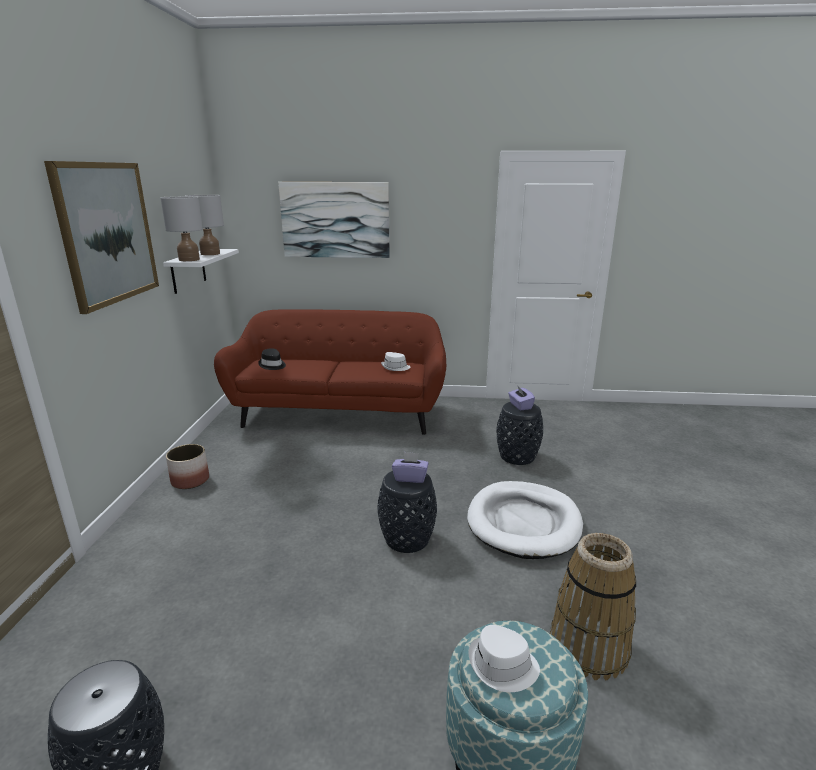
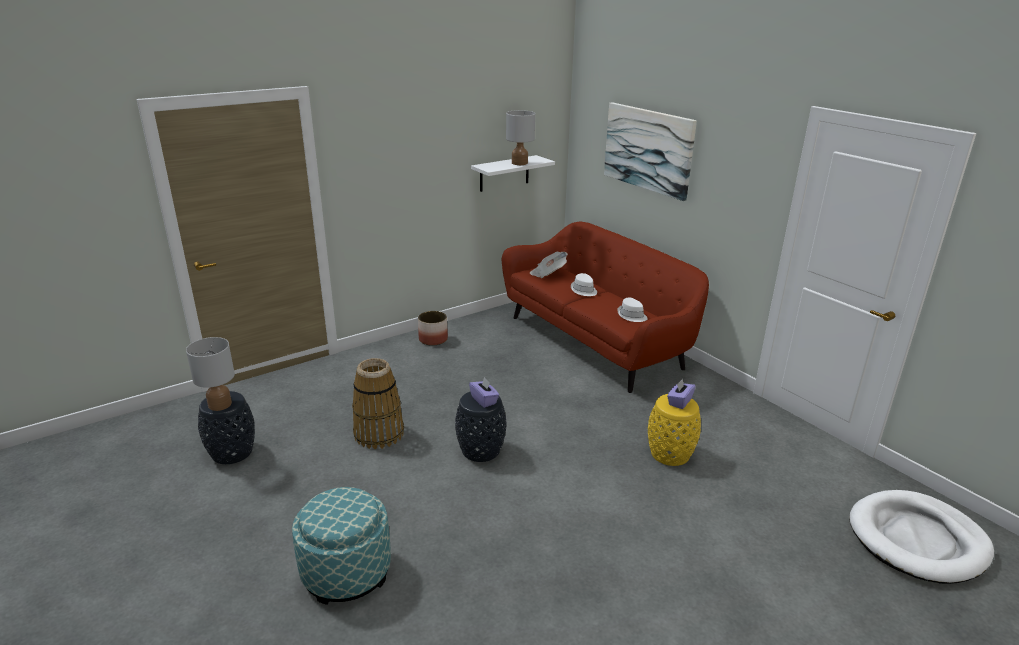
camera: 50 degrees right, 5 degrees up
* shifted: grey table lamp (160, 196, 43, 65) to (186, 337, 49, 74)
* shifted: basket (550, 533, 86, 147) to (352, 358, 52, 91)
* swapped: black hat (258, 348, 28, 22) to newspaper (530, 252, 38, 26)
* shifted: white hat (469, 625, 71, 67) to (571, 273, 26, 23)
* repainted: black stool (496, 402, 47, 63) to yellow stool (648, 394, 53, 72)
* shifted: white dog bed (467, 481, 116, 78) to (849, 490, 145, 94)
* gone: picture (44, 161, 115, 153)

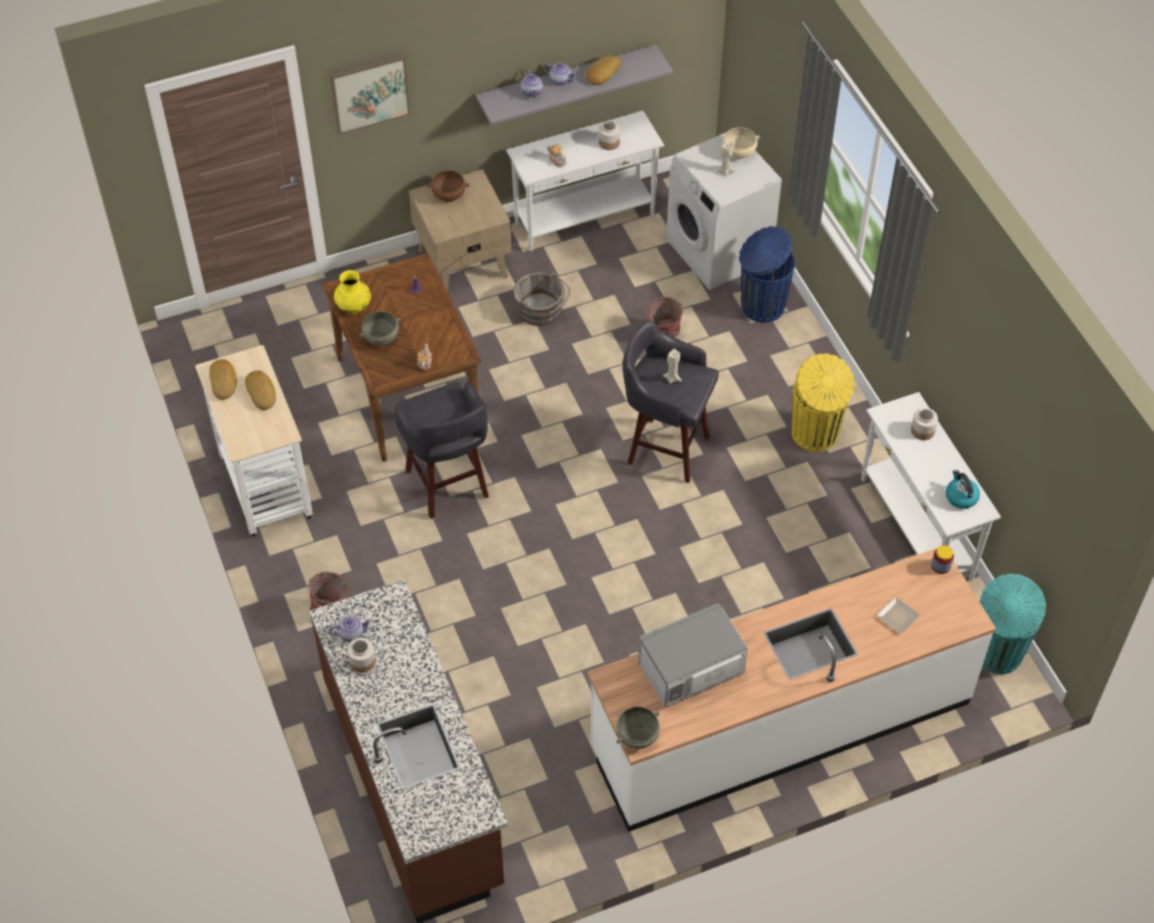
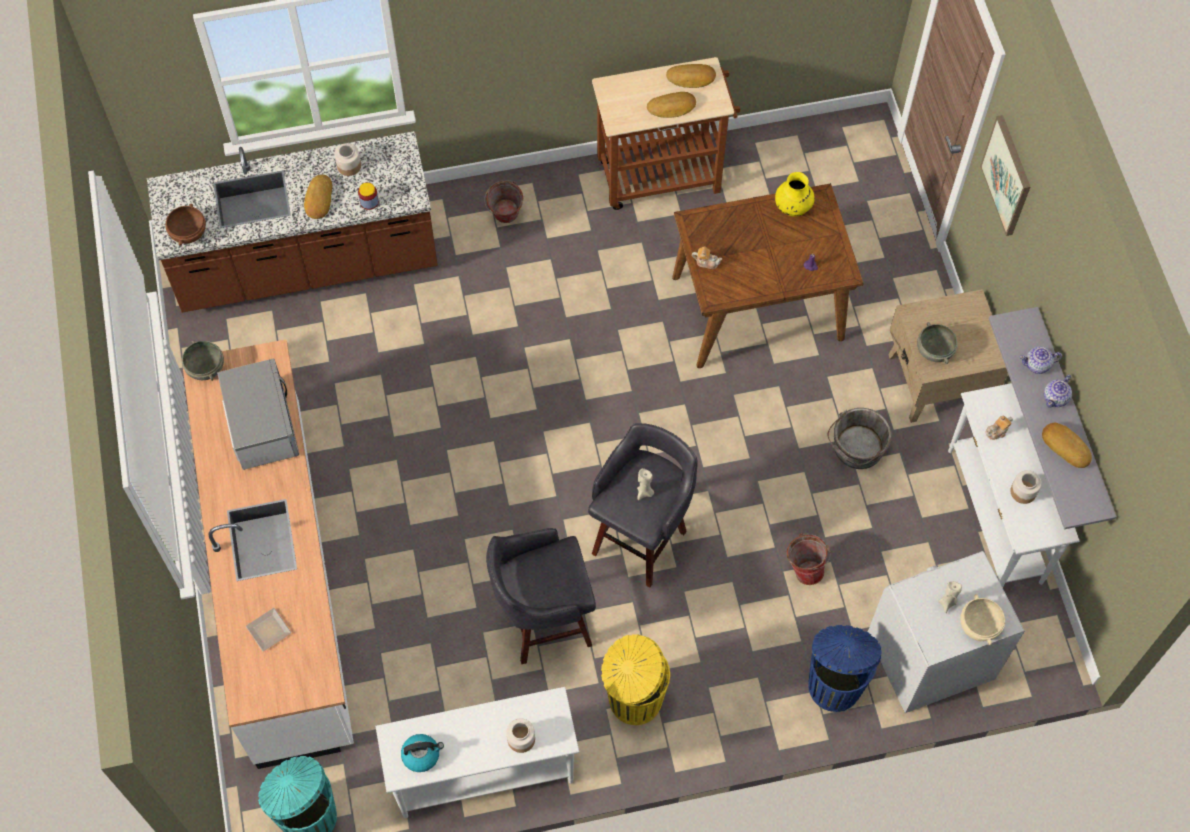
camera: 100 degrees right, 10 degrees up
* shifted: brown bowl (427, 170, 42, 32) to (165, 204, 41, 42)
* new: bread (304, 175, 28, 44)
* shifted: jar (931, 545, 23, 29) to (358, 182, 21, 28)
* shifted: grey stool (395, 381, 94, 138) to (486, 528, 110, 136)
* repainted: white cart (195, 345, 118, 192) to brown cart (592, 57, 148, 153)
* shifted: grey bowl (359, 311, 42, 35) to (917, 322, 41, 42)
* gone: teapot (329, 616, 43, 26)

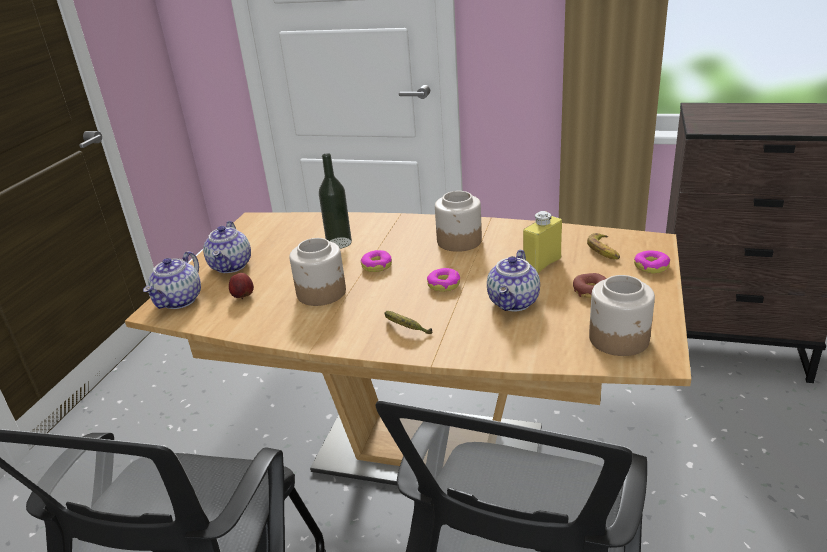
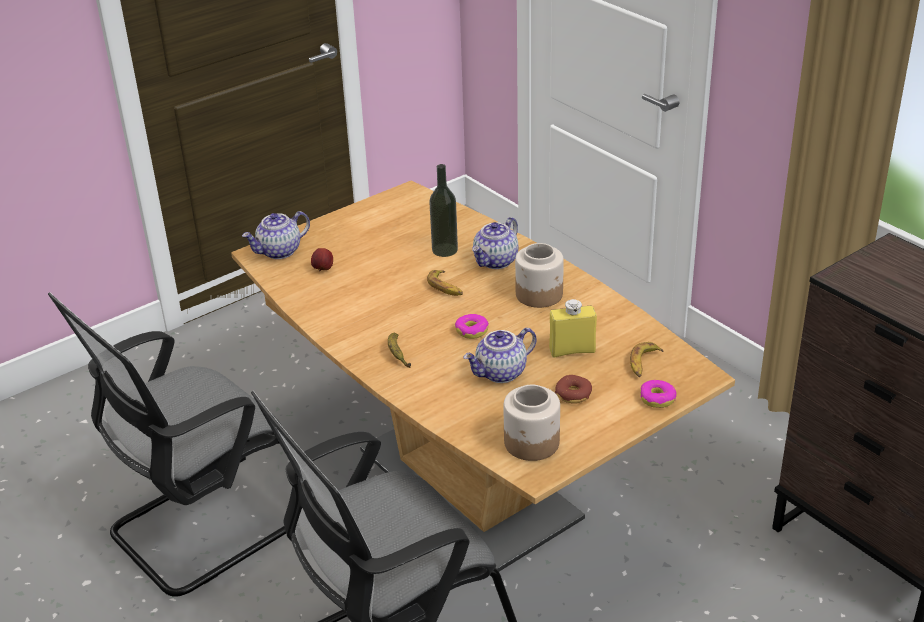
camera: 35 degrees right, 5 degrees up
* swapped: donut (361, 250, 31, 22) to banana (427, 270, 36, 26)
* shifted: teapot (203, 221, 48, 52) to (472, 217, 46, 52)
* gone: jar (289, 238, 57, 68)

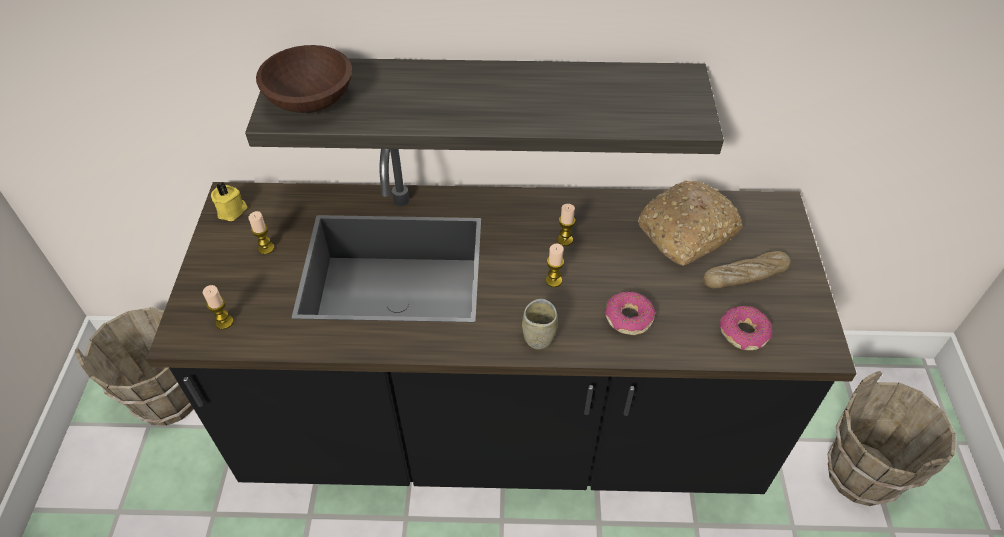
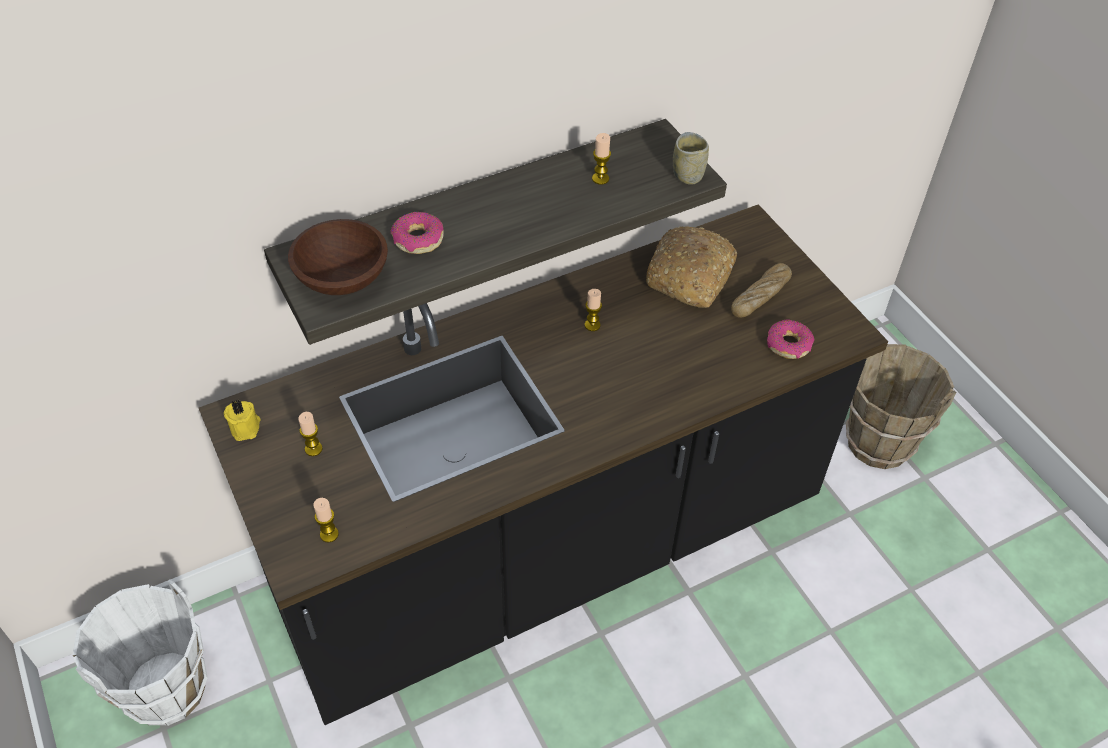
camera: 30 degrees left, 0 degrees up
* repainted: brown bucket (75, 307, 119, 119) to white bucket (72, 580, 136, 146)
* shifted: donut (605, 292, 50, 43) to (391, 212, 53, 42)
* shifted: candle (546, 244, 18, 43) to (592, 133, 19, 52)
* shifted: cup (522, 299, 36, 50) to (673, 132, 36, 53)

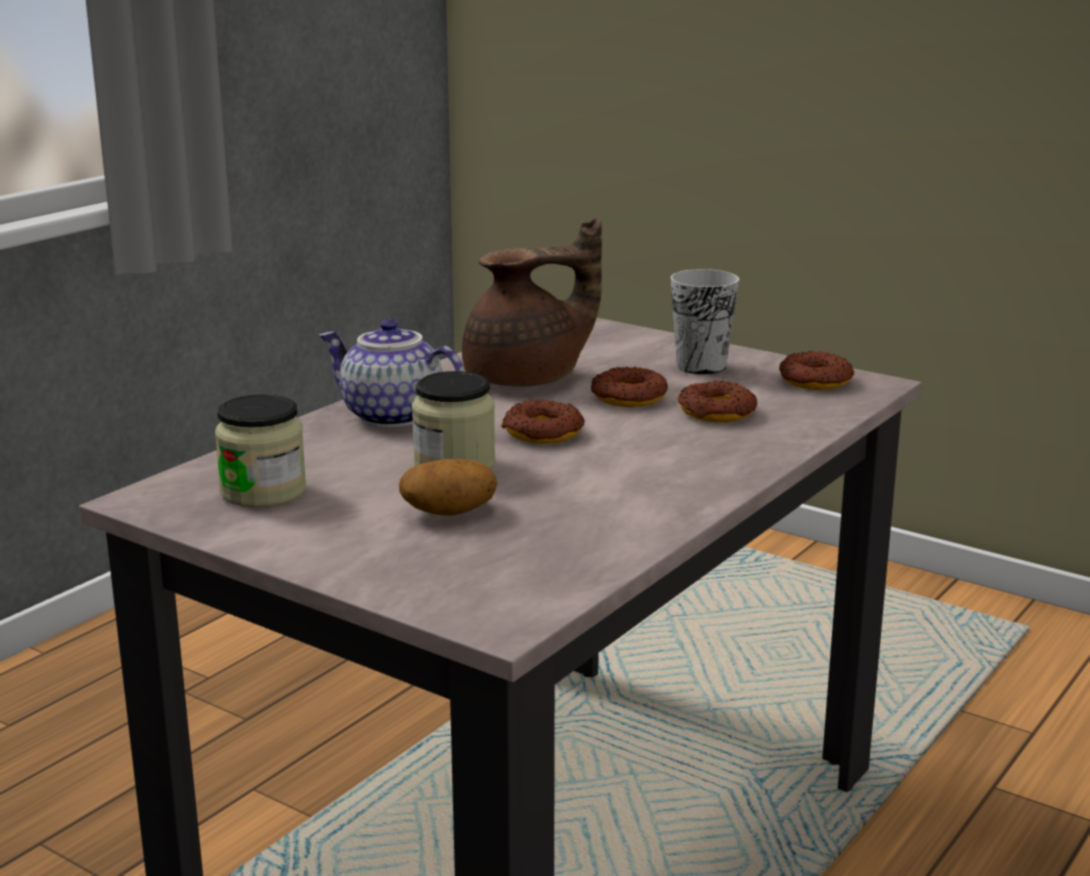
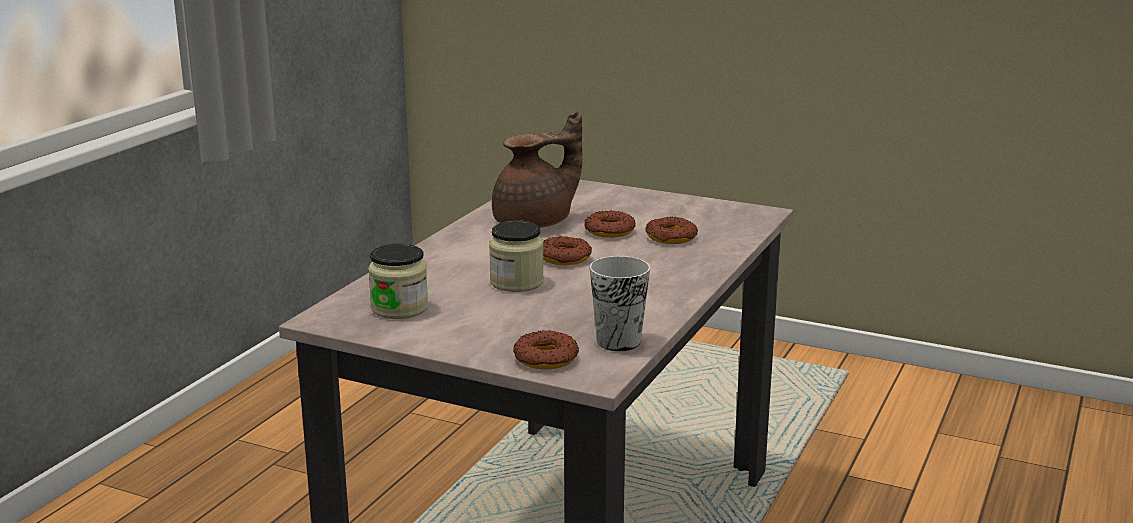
camera: 10 degrees left, 0 degrees up
* shifted: donut (779, 351, 75, 39) to (513, 330, 66, 40)
* shifted: cup (670, 269, 69, 105) to (590, 256, 60, 95)
* gone: teapot (319, 319, 146, 109)
* gone: potato (399, 459, 98, 57)

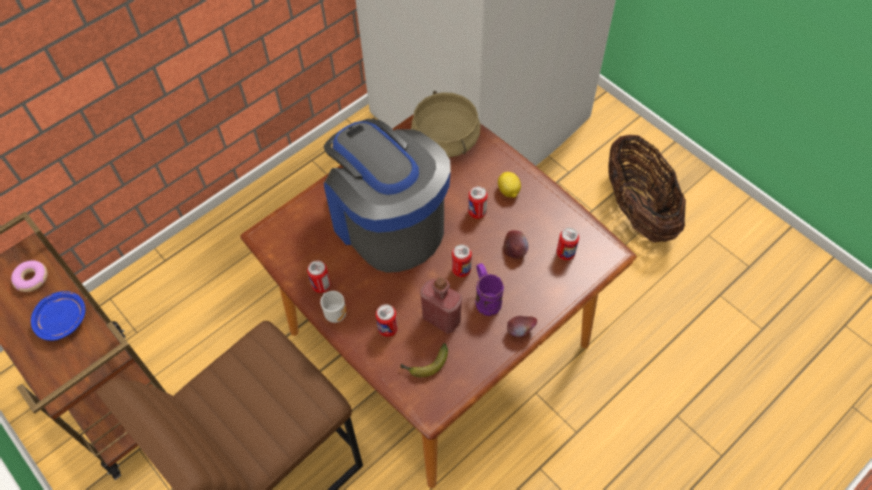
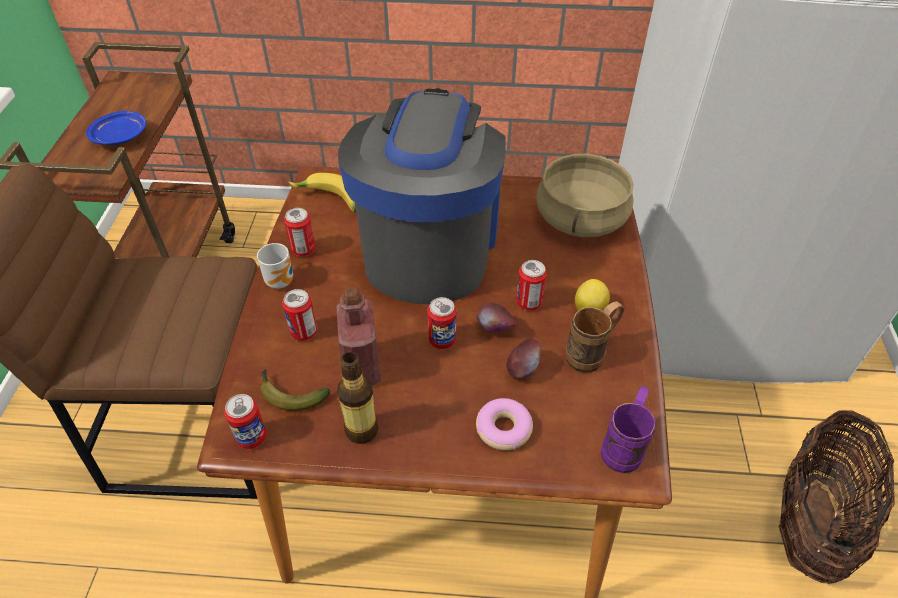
camera: 45 degrees right, 10 degrees down
* shifted: can (556, 228, 23, 32) to (224, 394, 43, 55)
* new: banana (288, 173, 68, 40)
* new: bottle (337, 352, 41, 92)
* shifted: donut (11, 260, 37, 32) to (476, 398, 57, 53)
* shifted: apple (507, 316, 30, 21) to (477, 302, 42, 30)
* new: brown mug (565, 301, 59, 72)
* shifted: purple mug (476, 263, 28, 53) to (601, 386, 55, 87)

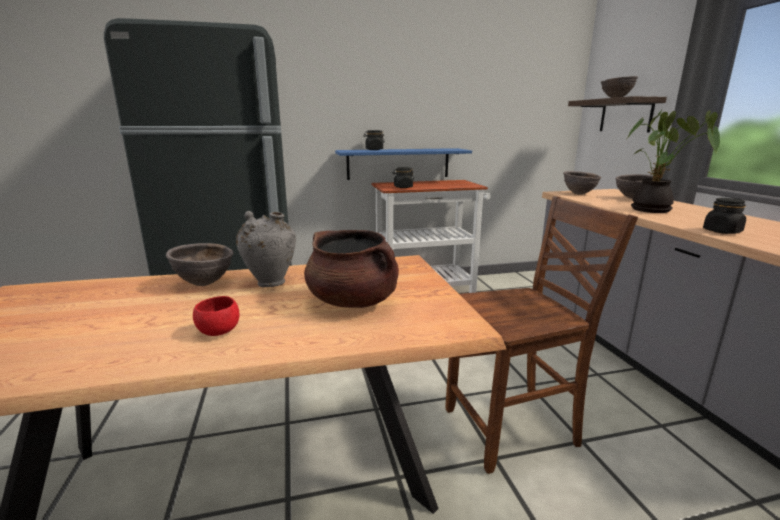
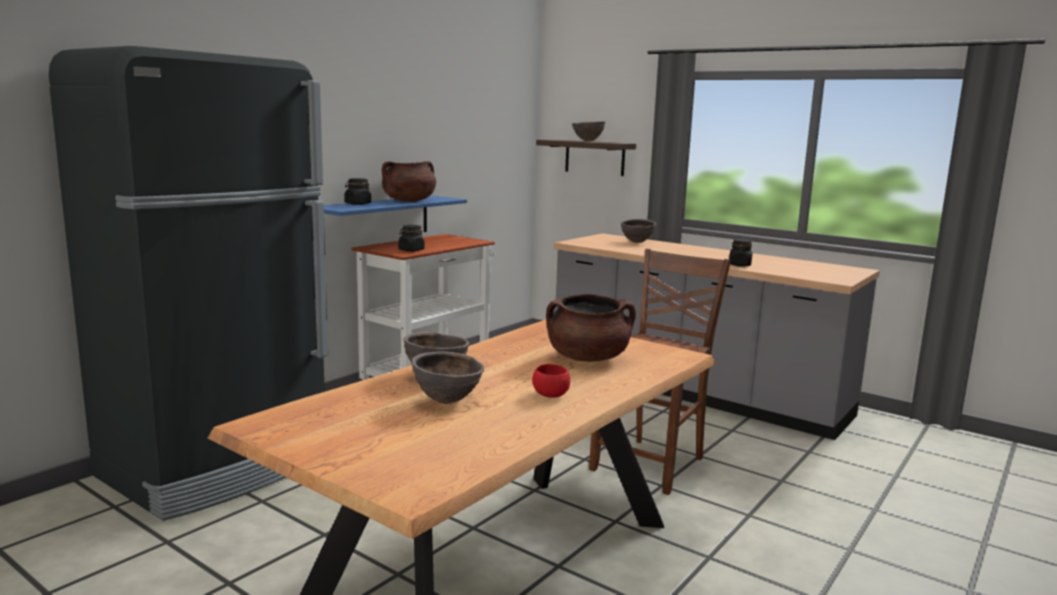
camera: 40 degrees left, 5 degrees down
* new: brown cooking pot (382, 161, 54, 41)
* shifted: brown bowl (563, 171, 38, 24) to (411, 351, 73, 53)
* gone: grey vase (236, 211, 61, 76)
* gone: potted plant (628, 110, 92, 103)

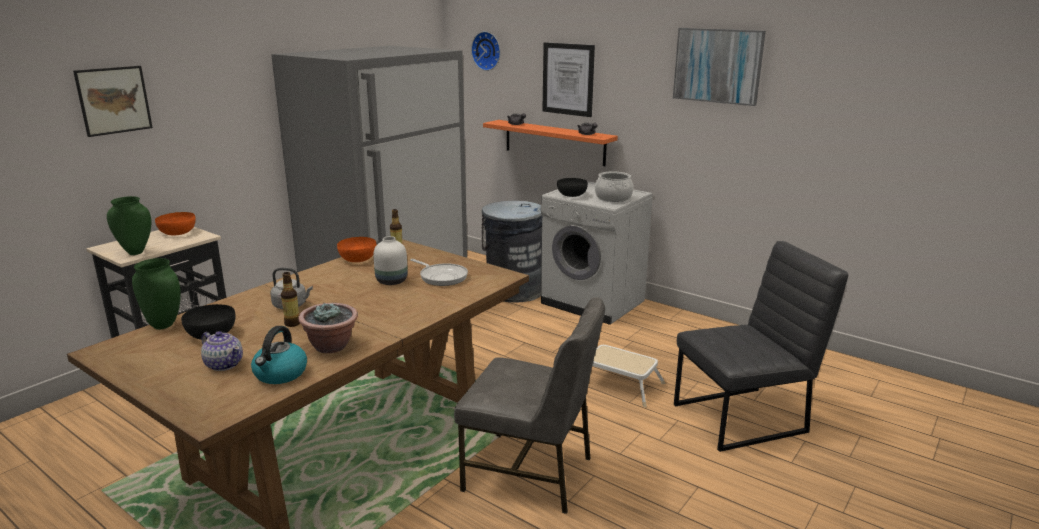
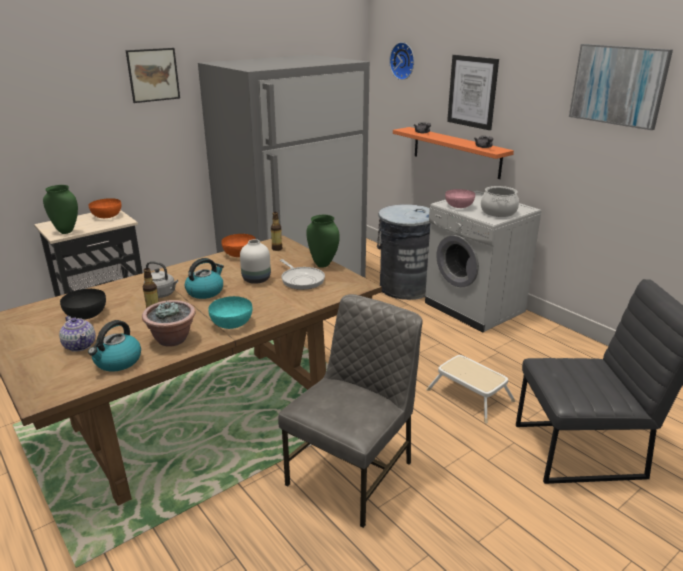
camera: 15 degrees right, 5 degrees up
* shifted: picture (73, 66, 80, 71) to (126, 48, 54, 55)
* new: kettle (185, 258, 39, 41)
* new: turquoise bowl (208, 296, 45, 33)
* rotated: grey chair (454, 297, 151, 217) = (278, 294, 144, 234) 90 degrees counterclockwise
* shifted: green vase (132, 258, 49, 72) to (306, 215, 34, 53)
* repainted: black bowl (557, 178, 31, 19) to pink bowl (445, 189, 30, 19)

